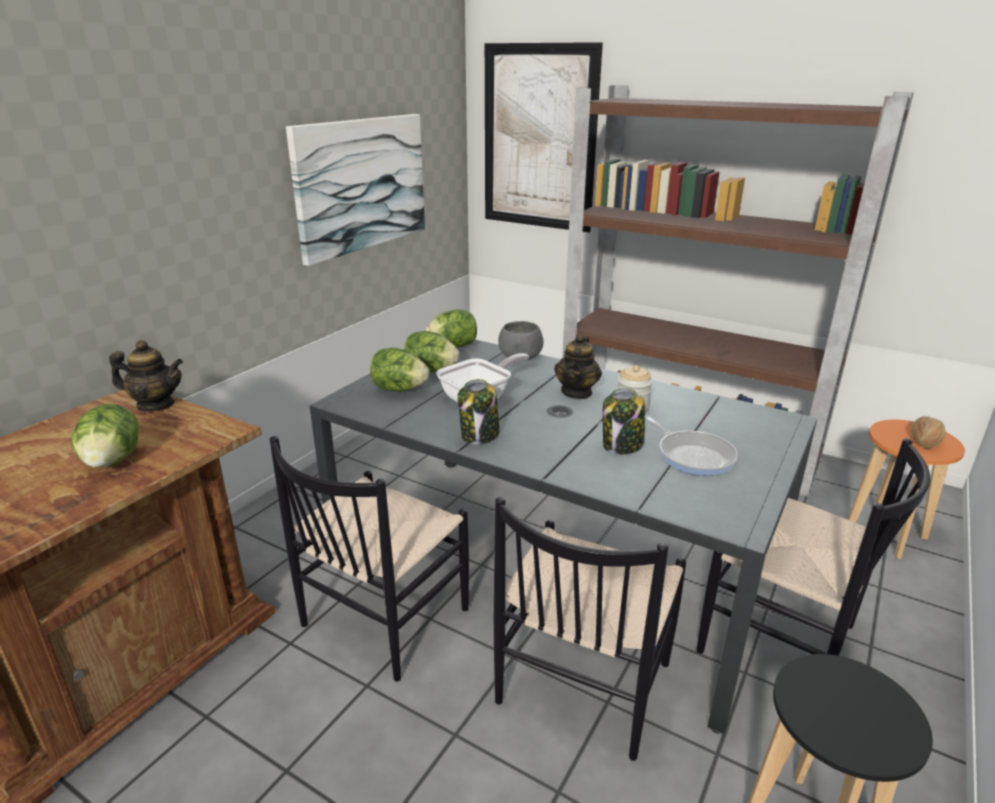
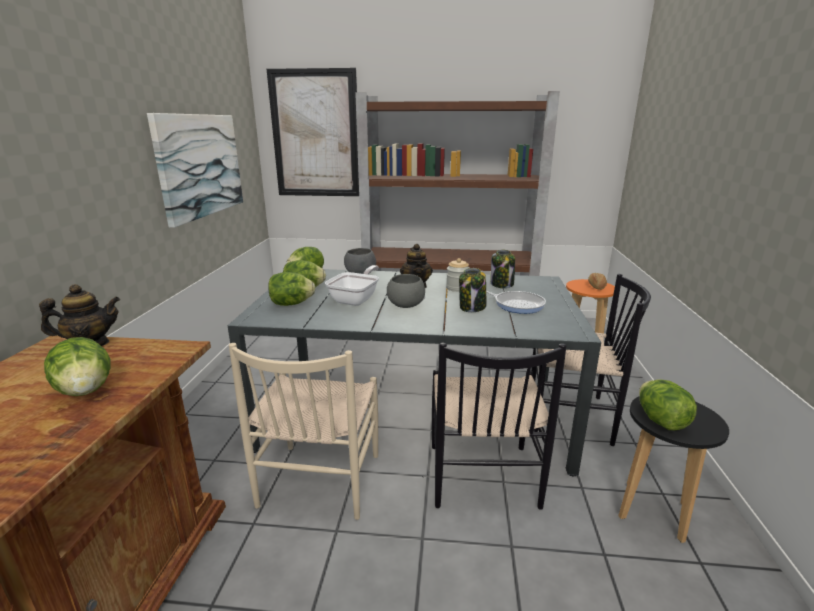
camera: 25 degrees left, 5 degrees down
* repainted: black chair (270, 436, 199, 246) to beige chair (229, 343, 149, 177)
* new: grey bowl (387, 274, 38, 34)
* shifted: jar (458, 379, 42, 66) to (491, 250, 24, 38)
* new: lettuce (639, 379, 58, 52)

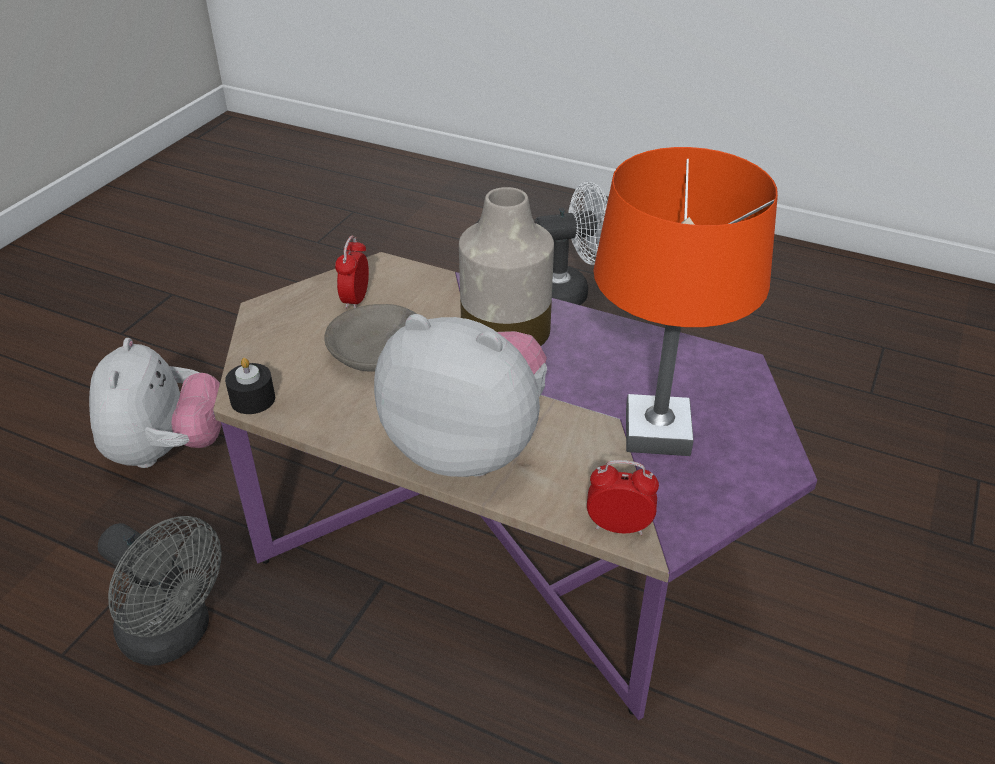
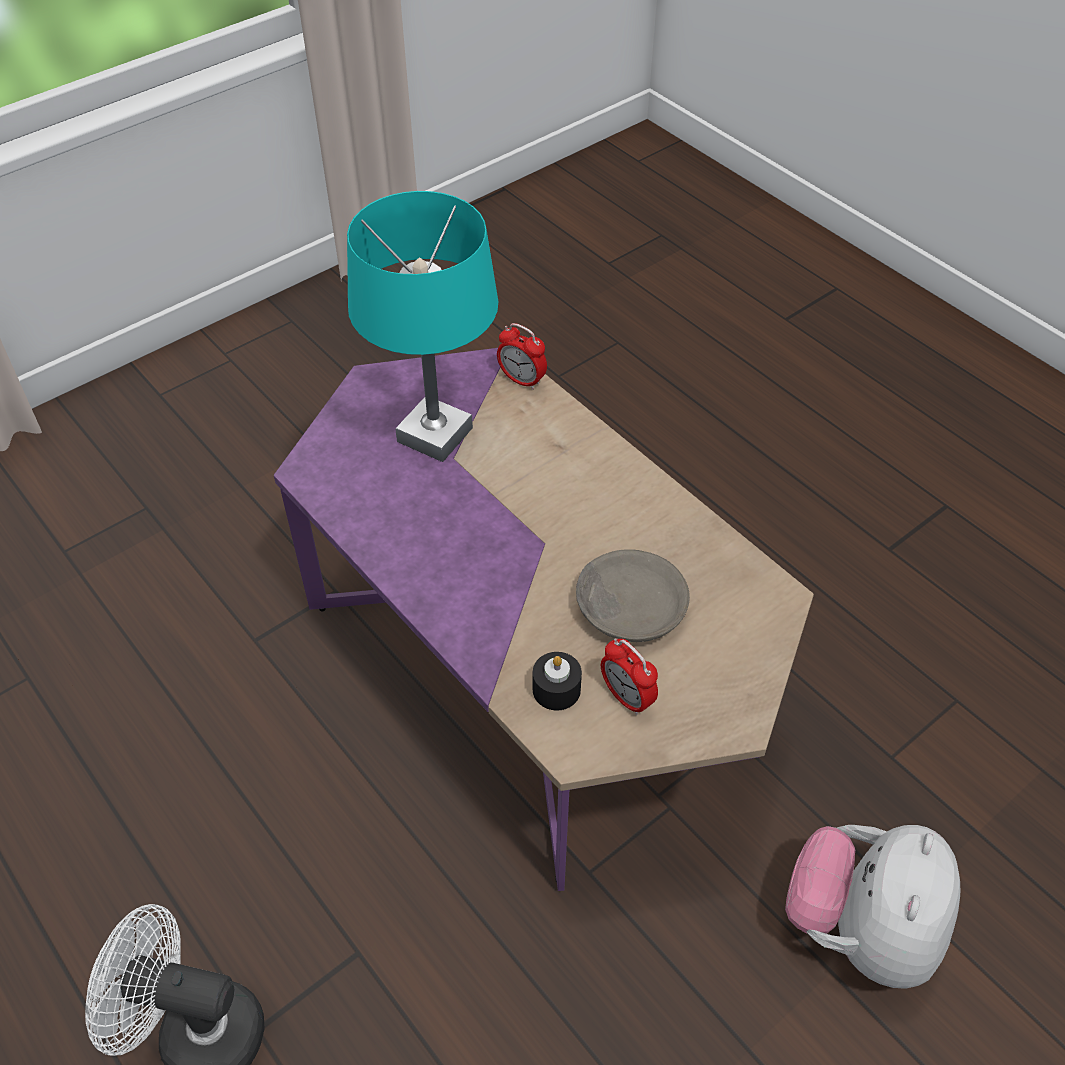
camera: 155 degrees left, 10 degrees up
* repainted: orange table lamp (593, 147, 185, 309) to turquoise table lamp (347, 191, 151, 271)
* shifted: black candle (225, 358, 50, 56) to (533, 652, 49, 59)
* rotated: alarm clock (335, 236, 34, 73) = (601, 638, 57, 77) 105 degrees clockwise
* gone: grey fan (98, 516, 124, 150)
* gone: plush toy (374, 314, 173, 163)
* gone: beige vase (459, 187, 95, 159)

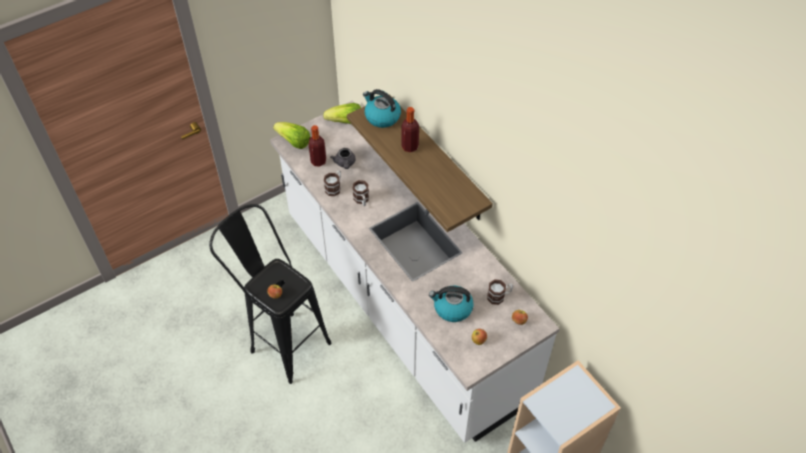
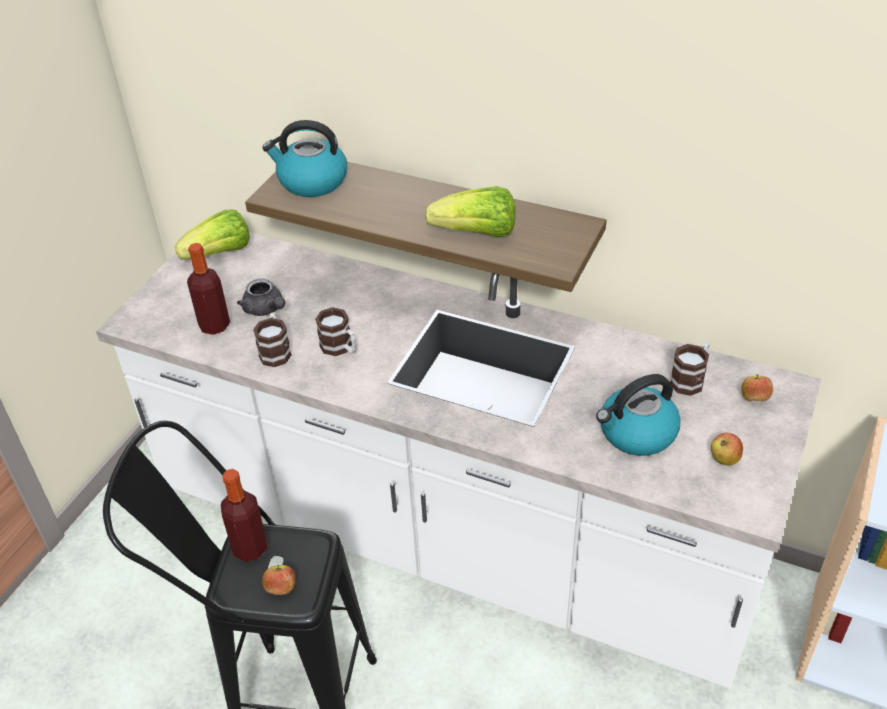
camera: 30 degrees left, 10 degrees down
* shifted: bottle (401, 107, 18, 46) to (221, 469, 47, 93)
* shifted: lettuce (273, 122, 38, 27) to (425, 186, 90, 51)

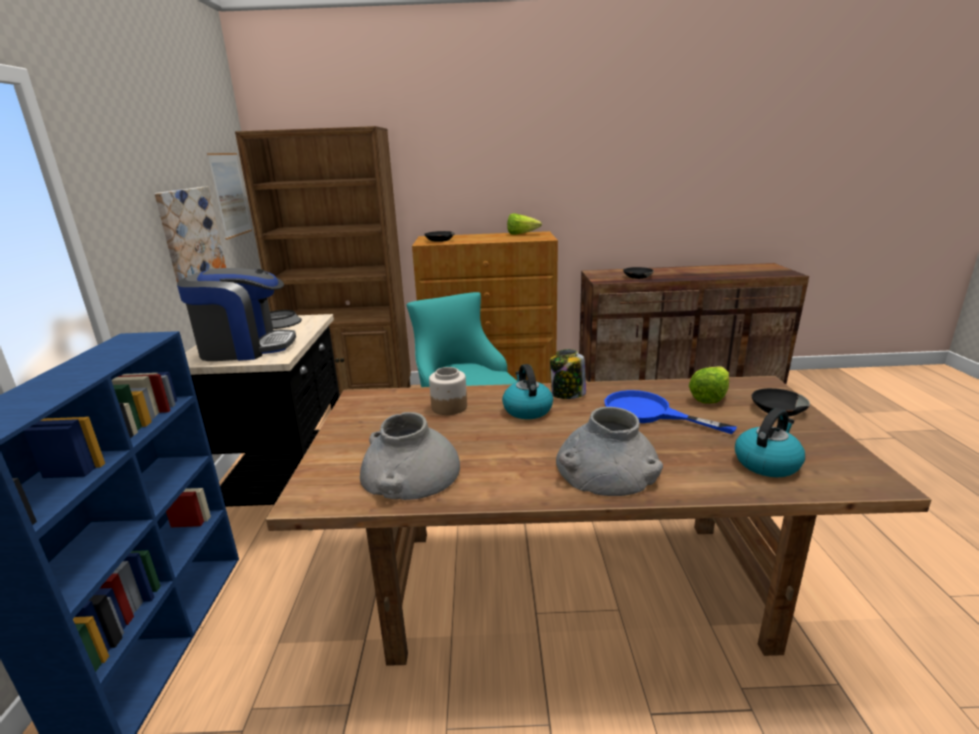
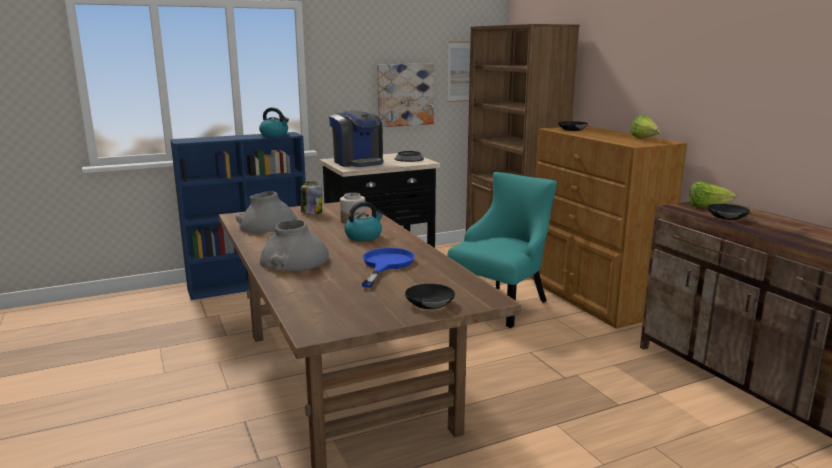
camera: 65 degrees right, 5 degrees down
* shifted: kettle (735, 408, 70, 69) to (259, 108, 30, 29)
* shifted: jar (550, 349, 36, 50) to (301, 182, 21, 32)
* shifted: lettuce (689, 366, 40, 38) to (689, 181, 47, 26)

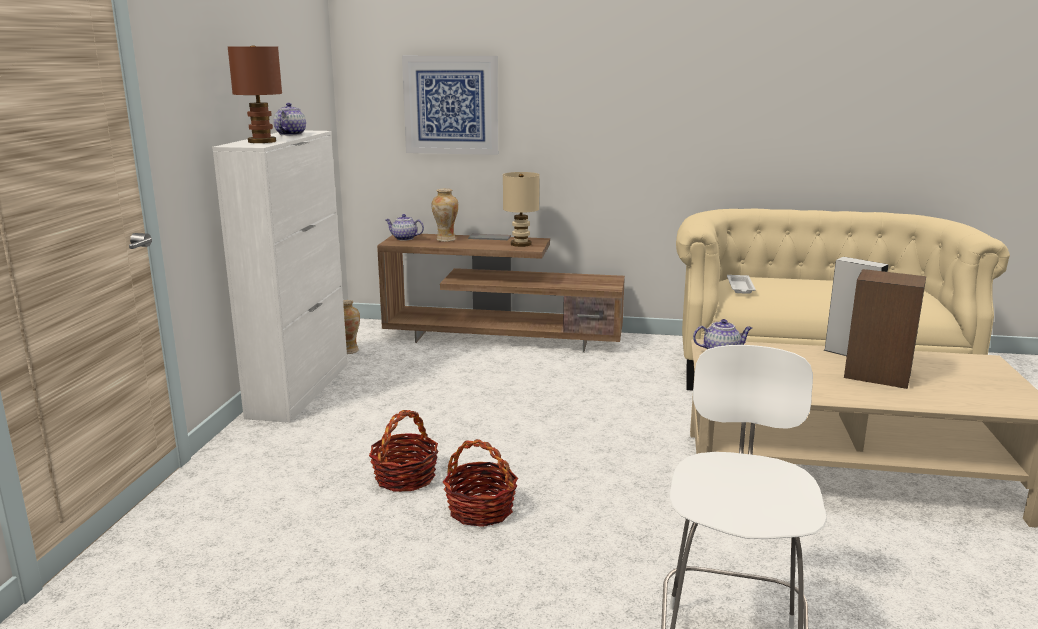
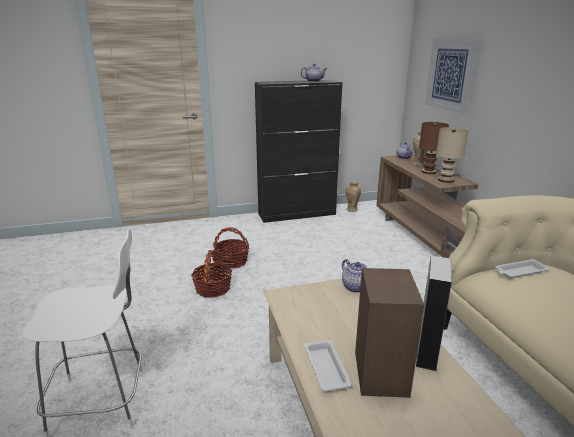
camera: 65 degrees right, 5 degrees up
* repainted: white cabinet (212, 130, 136, 293) to black cabinet (255, 80, 88, 143)
* new: white tray (304, 340, 48, 52)
* shifted: brown table lamp (228, 45, 54, 98) to (419, 122, 30, 52)

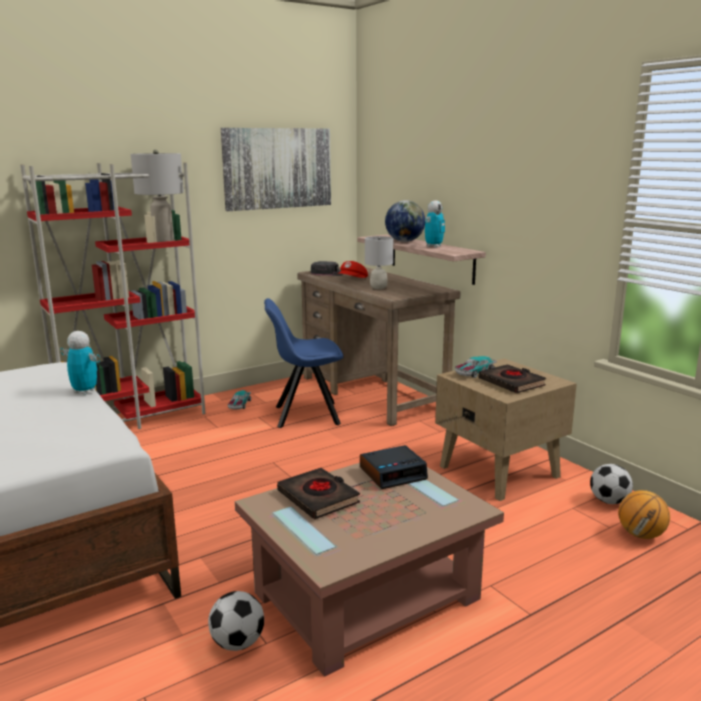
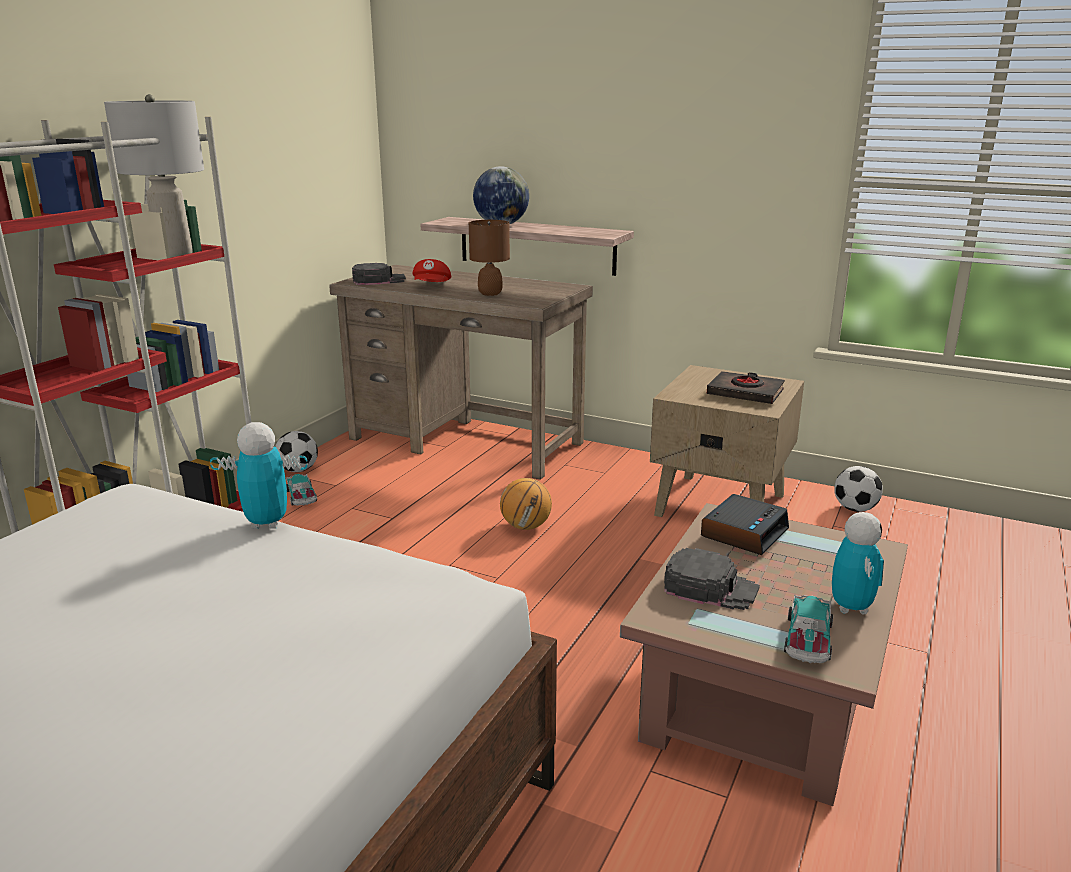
camera: 30 degrees left, 5 degrees up
* shifted: football (208, 591, 56, 60) to (275, 431, 43, 41)
* repainted: grey table lamp (365, 236, 28, 53) to brown table lamp (469, 220, 41, 76)
* shifted: basketball (618, 490, 52, 49) to (500, 478, 52, 52)
* swapped: black book (277, 468, 83, 51) to black cap (664, 548, 96, 62)
* shifted: toy car (455, 356, 42, 22) to (784, 594, 49, 70)
* shifted: toy robot (425, 200, 20, 48) to (832, 512, 52, 102)
* gone: picture (221, 128, 110, 83)
* gone: blue chair (264, 298, 79, 130)

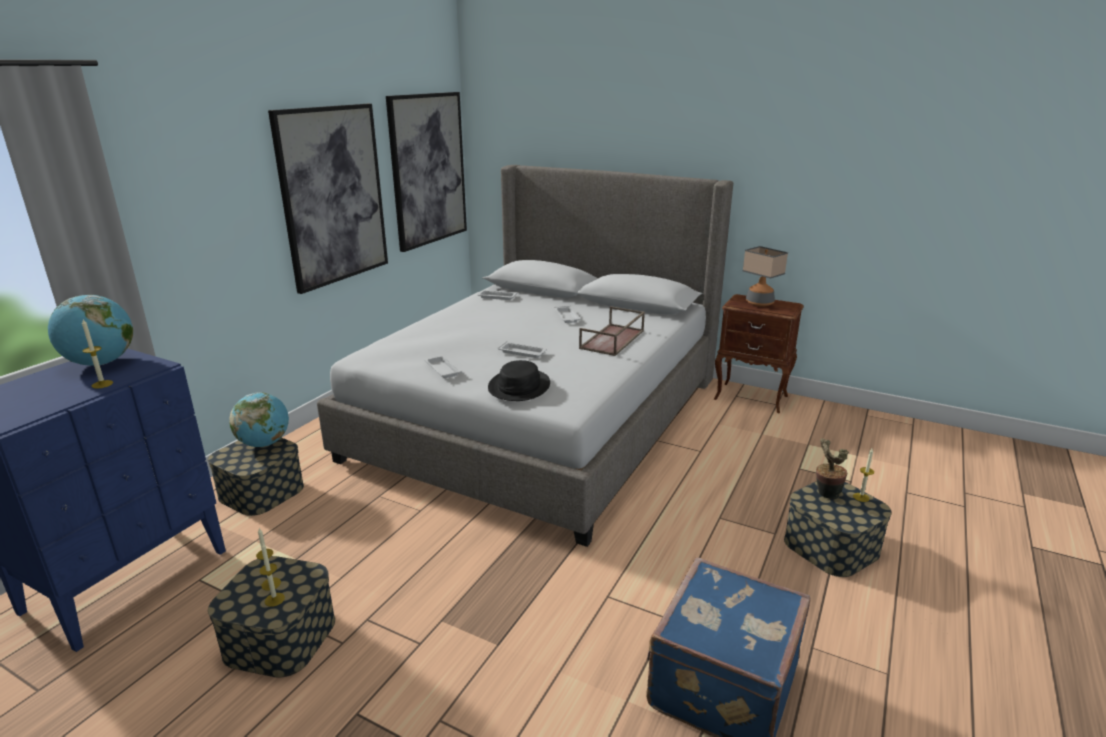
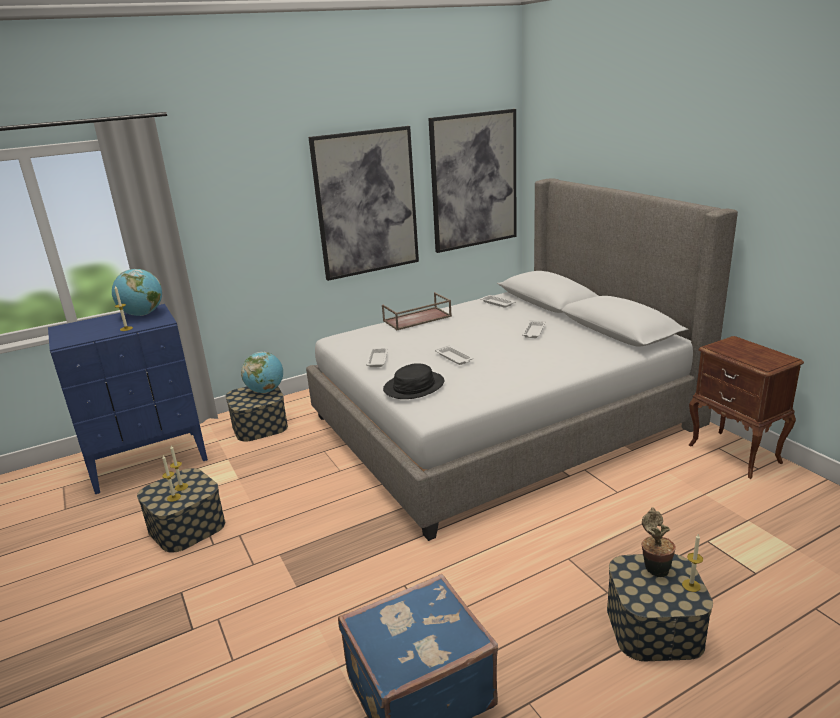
camera: 35 degrees right, 0 degrees up
* shifted: brown tray (579, 306, 66, 50) to (382, 292, 70, 38)
* gone: table lamp (743, 246, 45, 61)

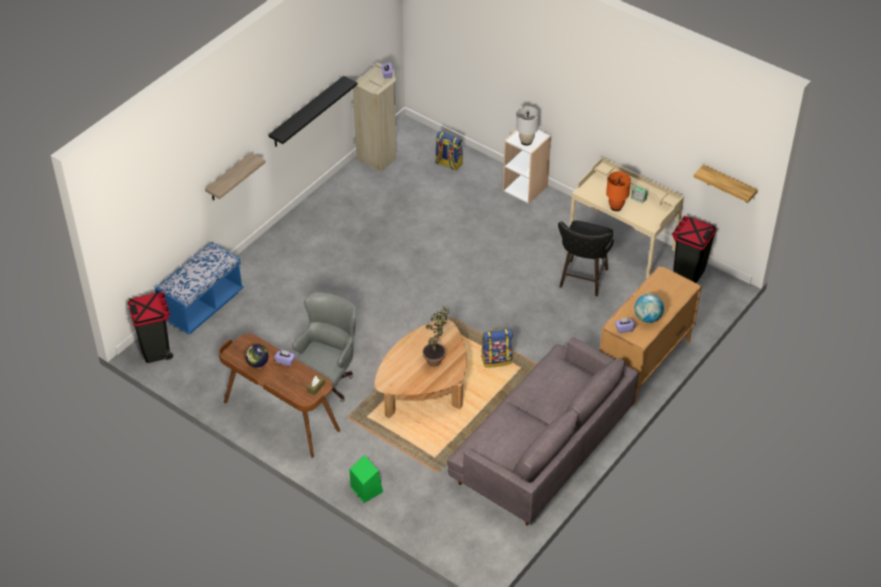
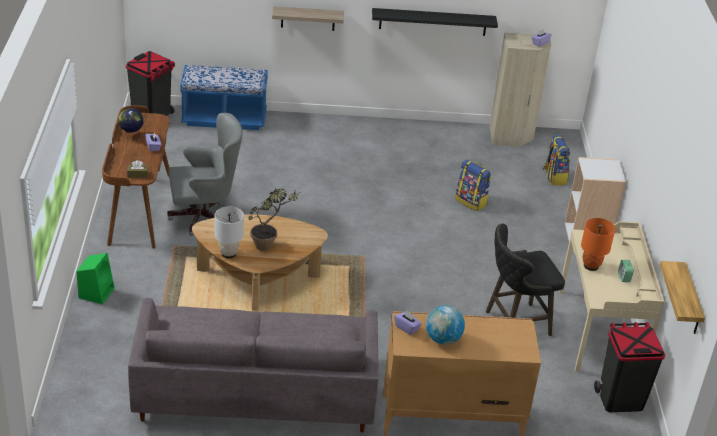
camera: 50 degrees right, 10 degrees down
* shifted: white table lamp (516, 106, 23, 40) to (215, 207, 29, 51)
* shifted: backpack (481, 327, 32, 41) to (455, 160, 36, 51)

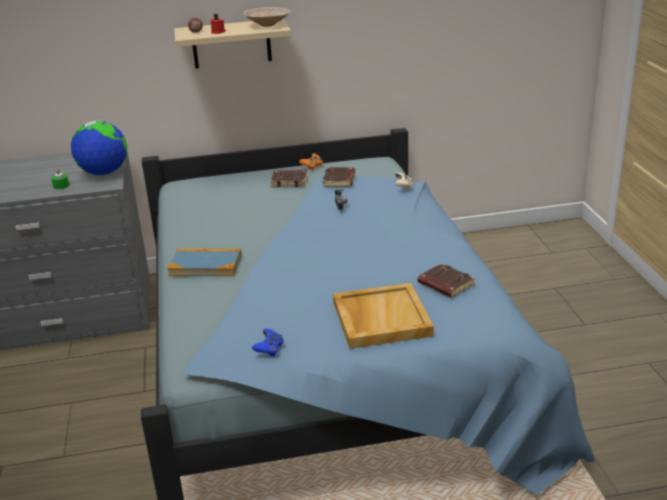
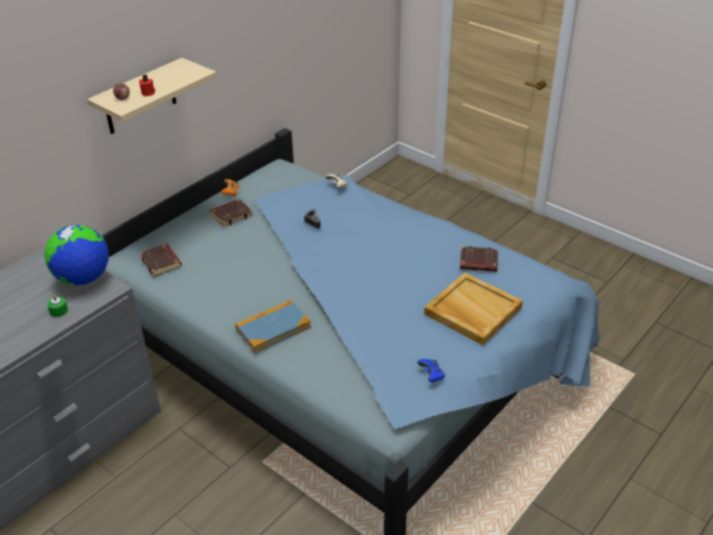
camera: 40 degrees left, 10 degrees up
* shifted: brown book (323, 167, 32, 20) to (140, 244, 42, 32)
* gone: beige bowl (244, 7, 47, 20)

